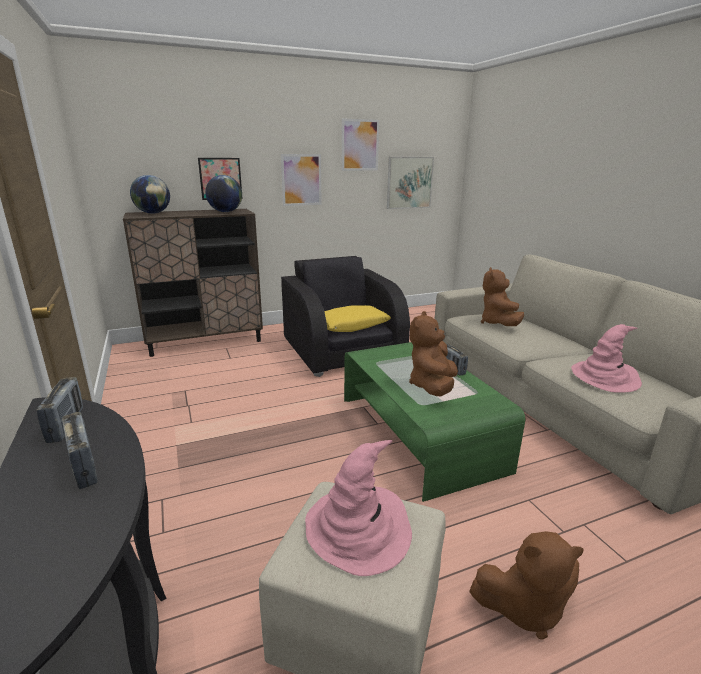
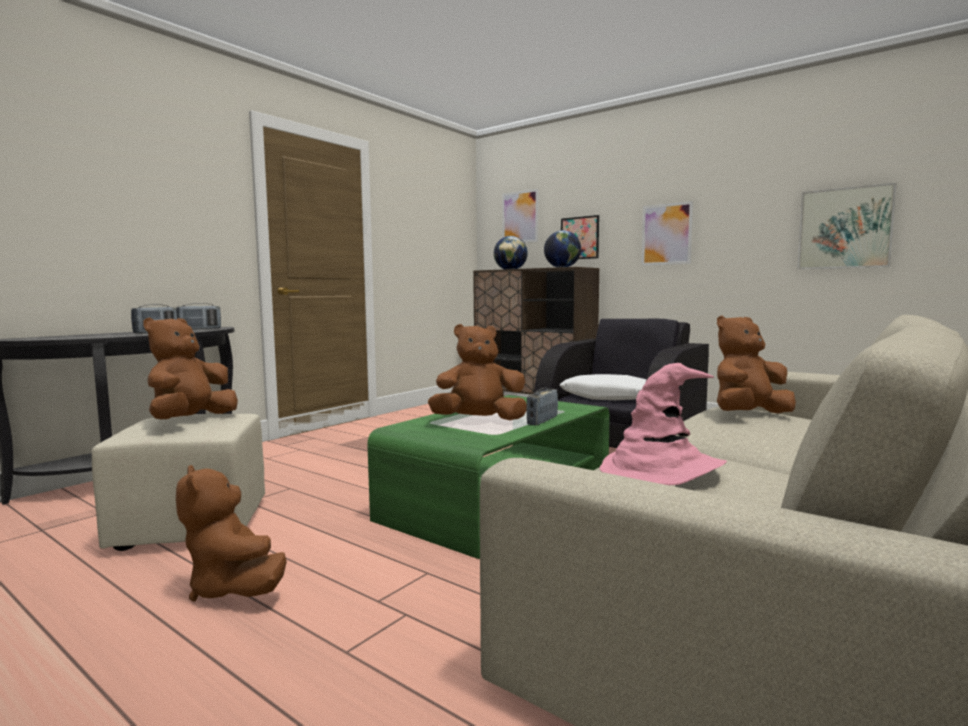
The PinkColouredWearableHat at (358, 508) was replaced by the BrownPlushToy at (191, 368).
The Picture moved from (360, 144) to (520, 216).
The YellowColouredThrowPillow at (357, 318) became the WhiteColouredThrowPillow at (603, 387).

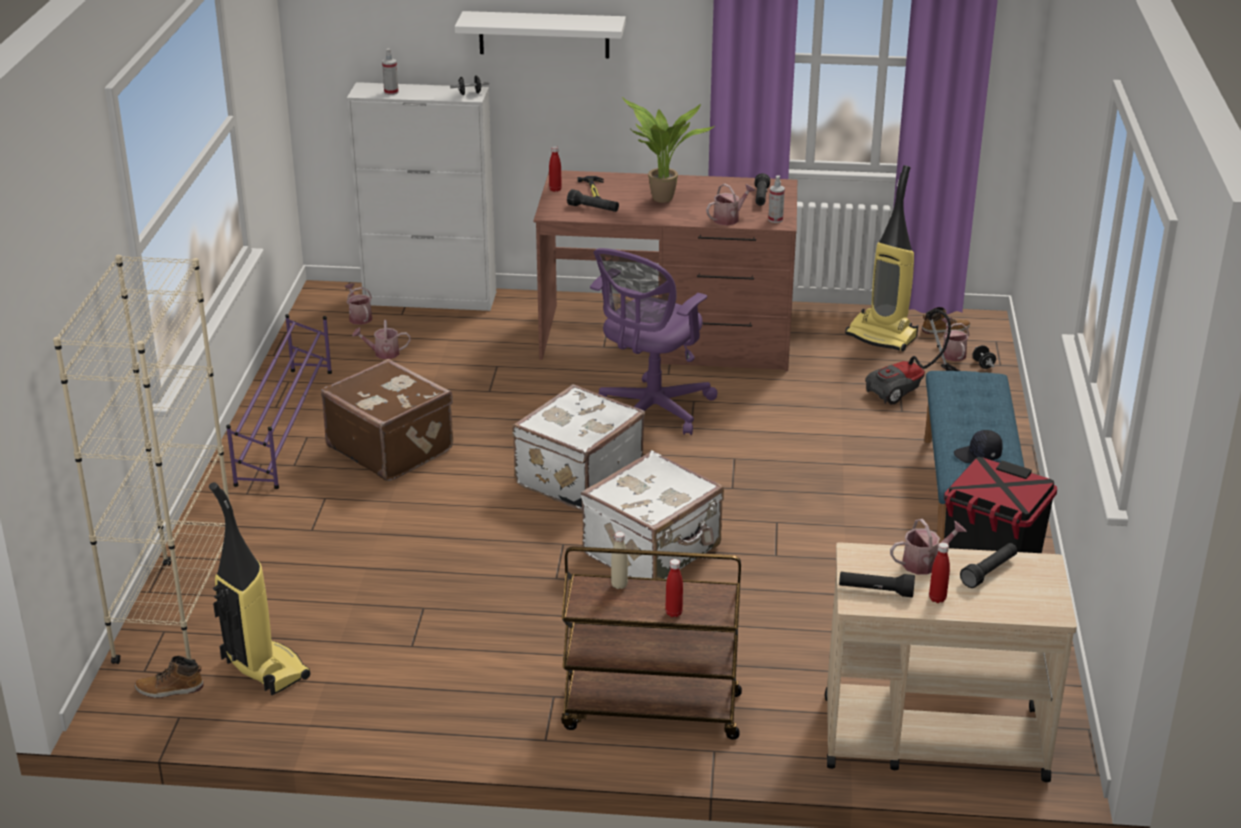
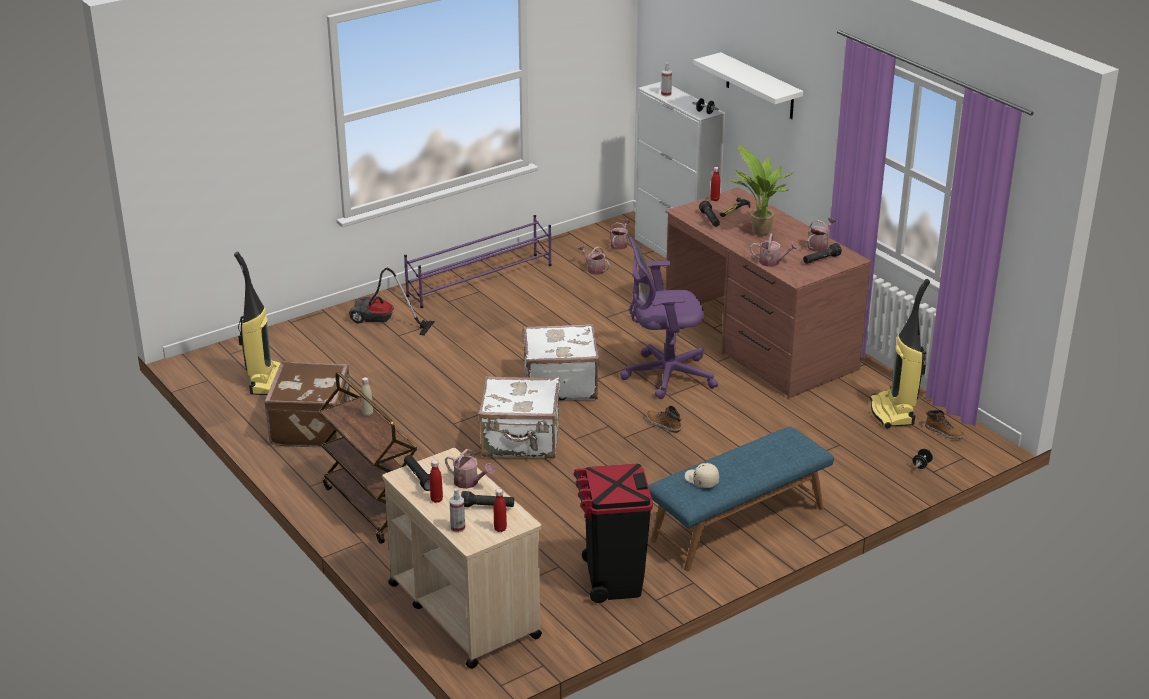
The BrownPieceOfLuggage moved from (387, 420) to (308, 404).
The VacuumCleaner moved from (912, 357) to (392, 302).
The SprayBottle moved from (776, 199) to (457, 510).
The RedDrinkBottle moved from (674, 588) to (500, 510).
The TallBoot moved from (169, 677) to (663, 419).
The BlackishBaseballCap at (978, 446) became the BeigeColouredBaseballCap at (702, 475).
The WateringCan moved from (955, 339) to (821, 235).
The BeigeColouredBookcase at (141, 459) disappeared.

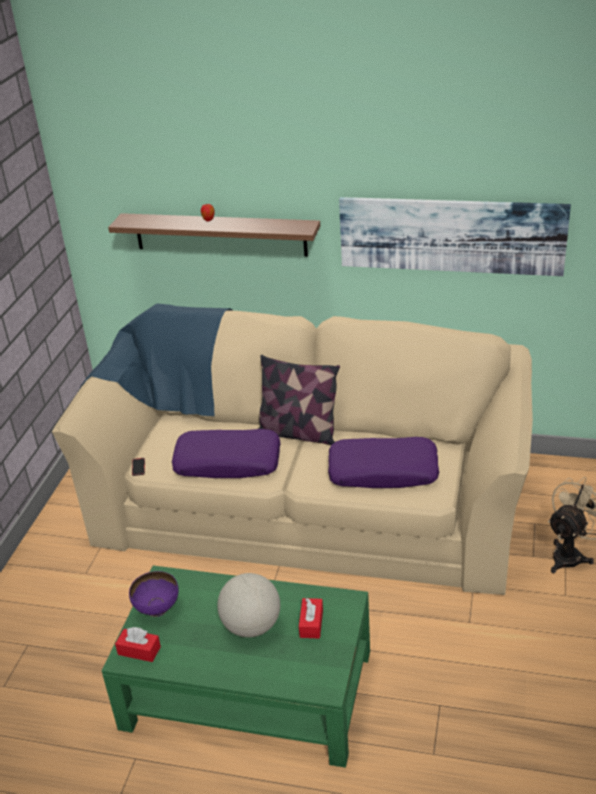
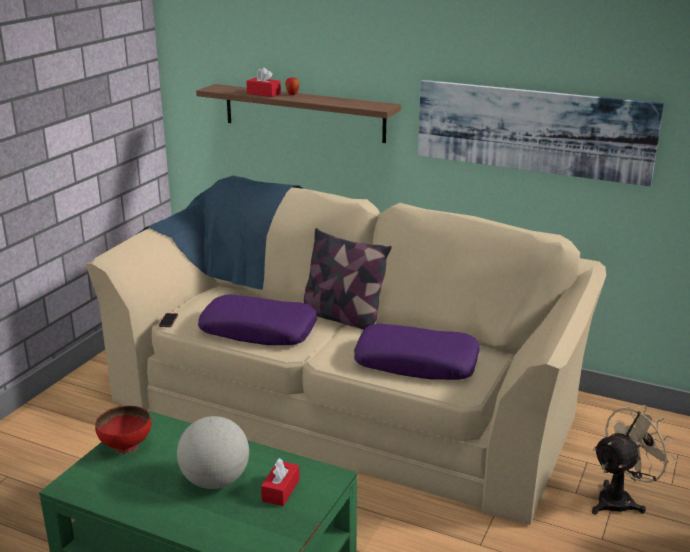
The PurpleBowl at (154, 594) became the RedBowl at (123, 430).
The RedBoxOfTissues moved from (138, 644) to (263, 82).

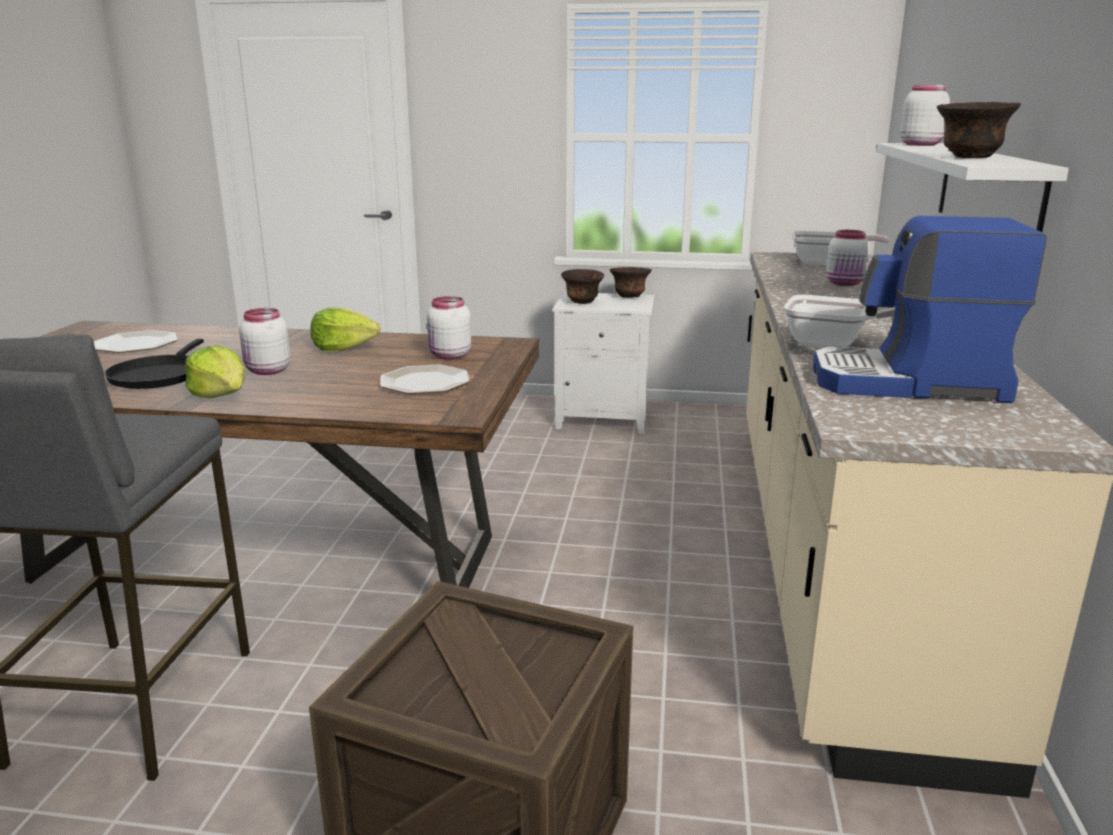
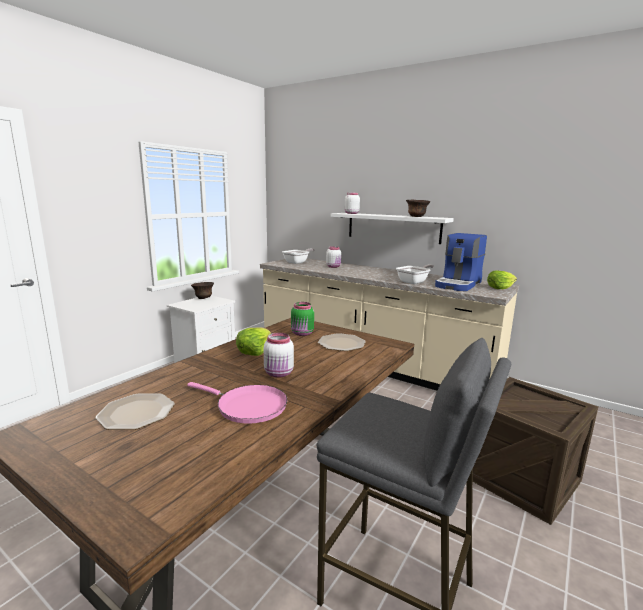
The BlackishFryingPan at (154, 364) became the PinkColouredFryingPan at (237, 403).
The WhiteColouredJar at (449, 328) became the GreenishJar at (302, 319).
The Lettuce moved from (215, 372) to (502, 279).
The BrownBowl at (582, 286) disappeared.

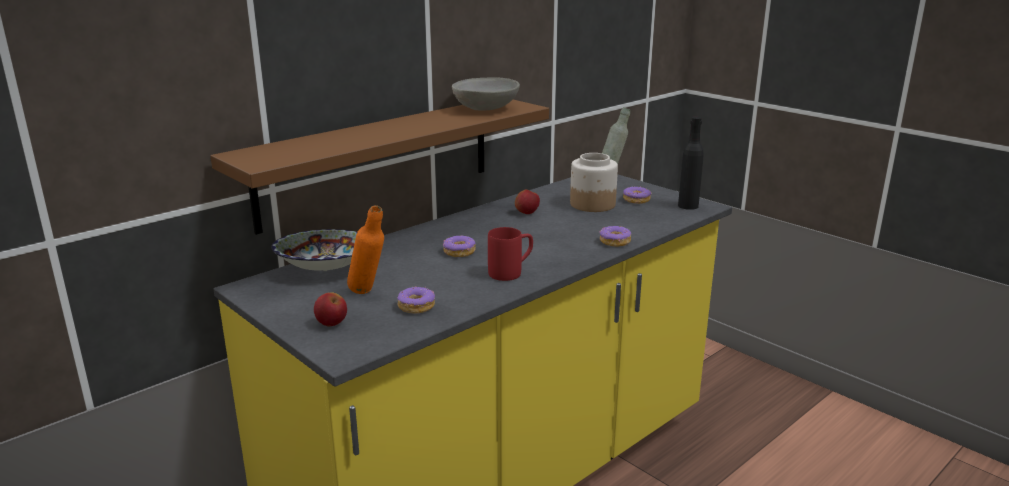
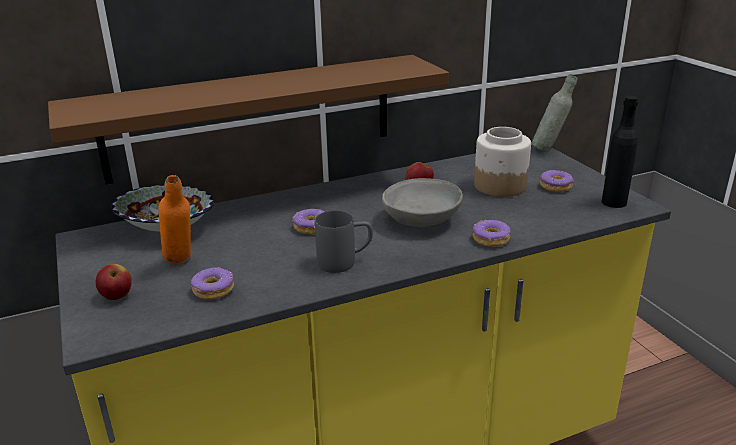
The RedCoffeeMug at (510, 254) became the GrayCoffeeMug at (344, 241).
The GrayBowl moved from (486, 94) to (422, 202).

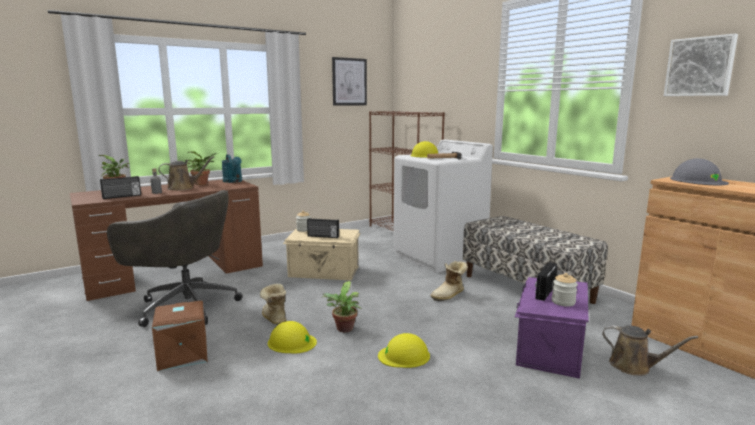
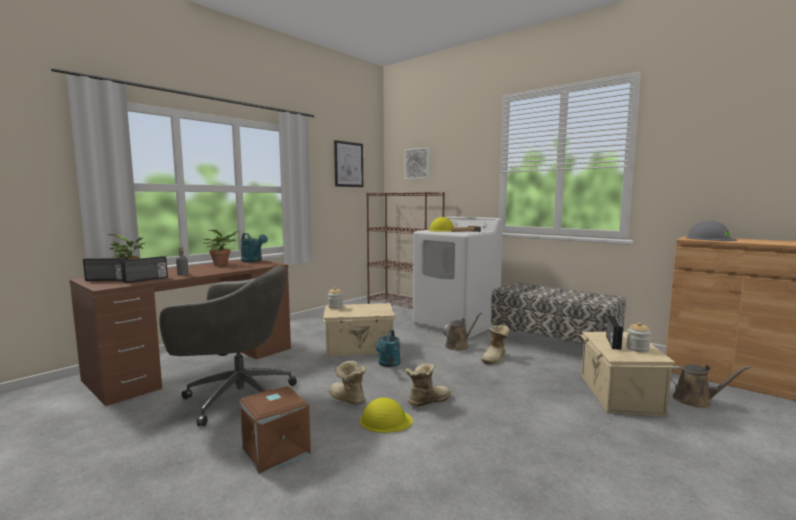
The Radio moved from (323, 228) to (105, 269).
The BlueGreenWateringCan at (387, 348) appeared.
The Picture moved from (701, 65) to (417, 163).
The PlantInAPot at (342, 306) was replaced by the TallBoot at (428, 385).
The BrownWateringCan moved from (186, 173) to (462, 331).
The PurpleStorageContainer at (552, 328) became the BeigeColouredStorageContainer at (627, 374).
The YellowColouredHardHat at (404, 350) disappeared.

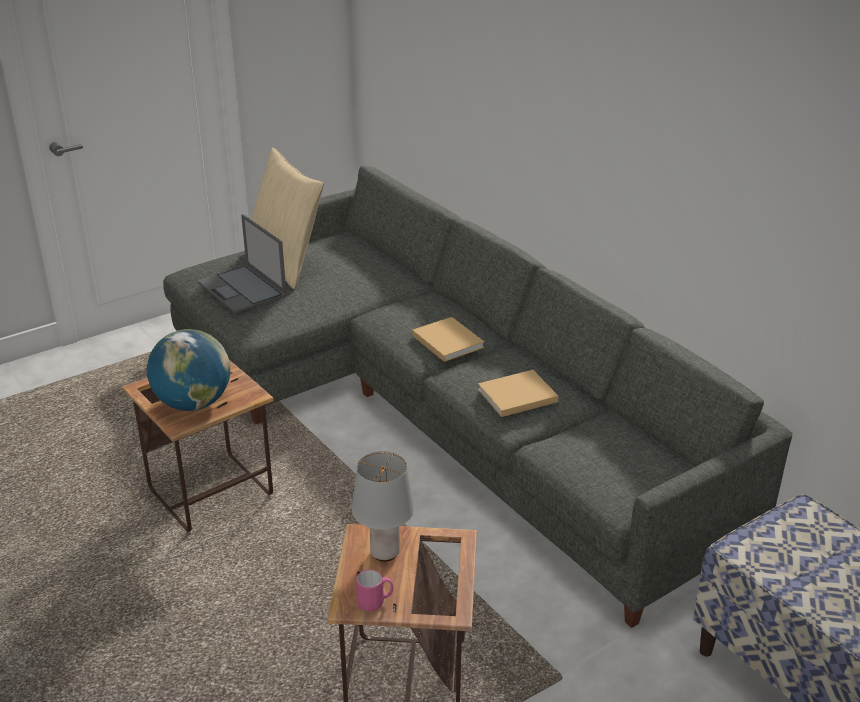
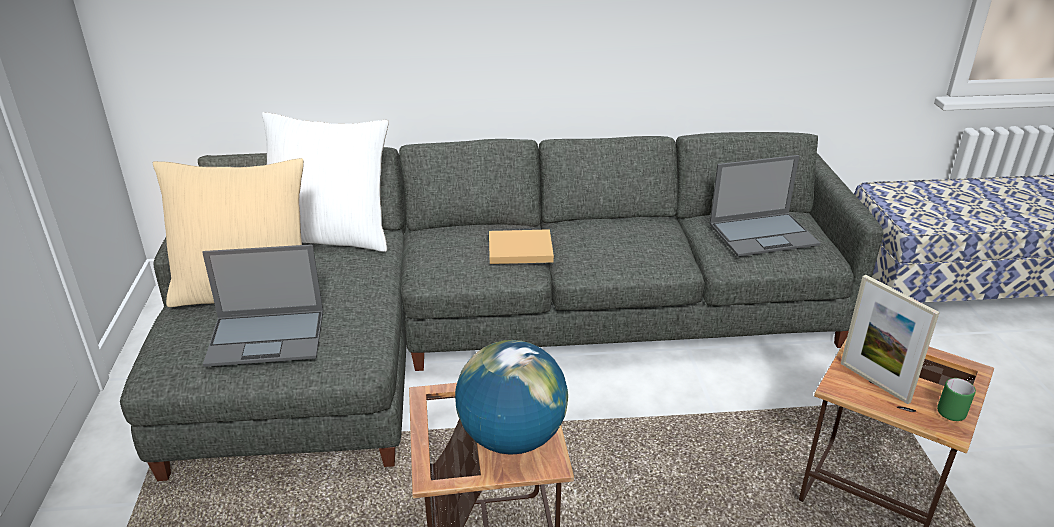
The WhiteColouredThrowPillow at (325, 182) appeared.
The NotebookComputer at (764, 206) appeared.
The GrayLampForATable at (383, 506) was replaced by the PictureFrame at (890, 339).
The PinkColouredCoffeeMug at (374, 591) became the GreenishCoffeeMug at (956, 399).
The BeigeColouredBook at (518, 393) disappeared.

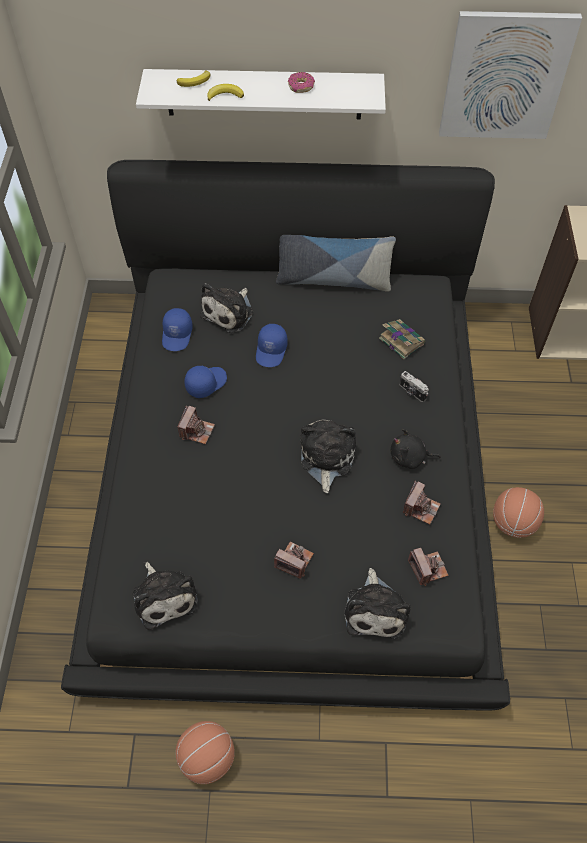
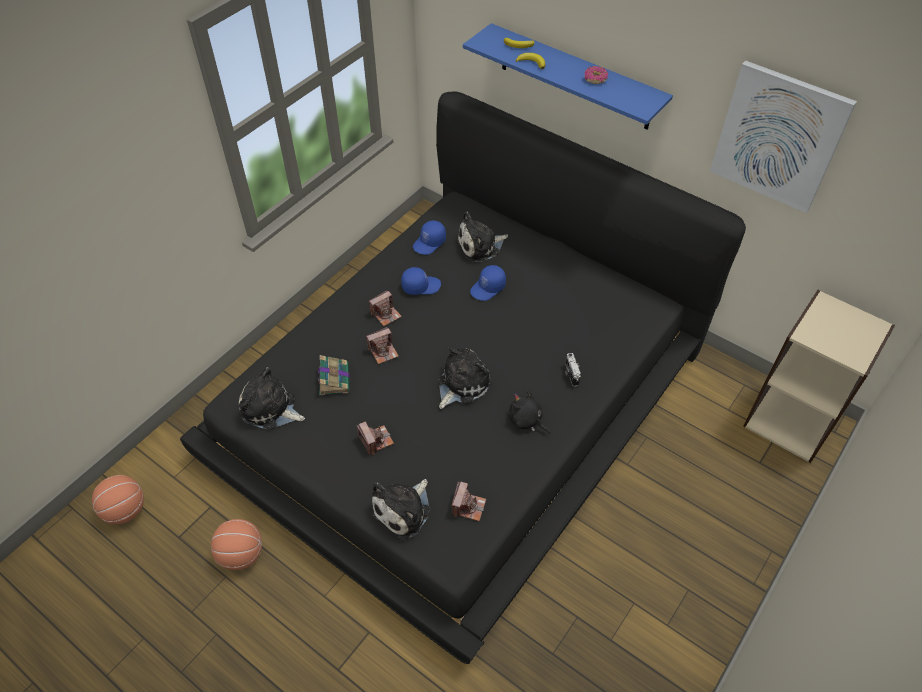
The Basketball moved from (518, 512) to (118, 499).
The PlushToy at (165, 596) turned 105 degrees clockwise.
The Book moved from (402, 339) to (334, 375).
The StillCamera moved from (422, 502) to (382, 345).
The WhiteColouredBracketShelf at (261, 94) became the BlueBracketShelf at (568, 76).
The ThrowPillow at (336, 263) disappeared.

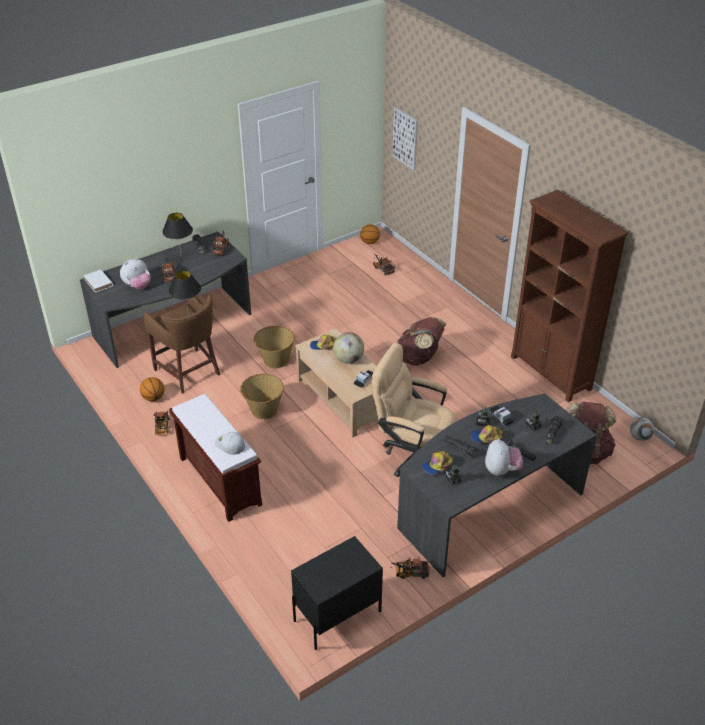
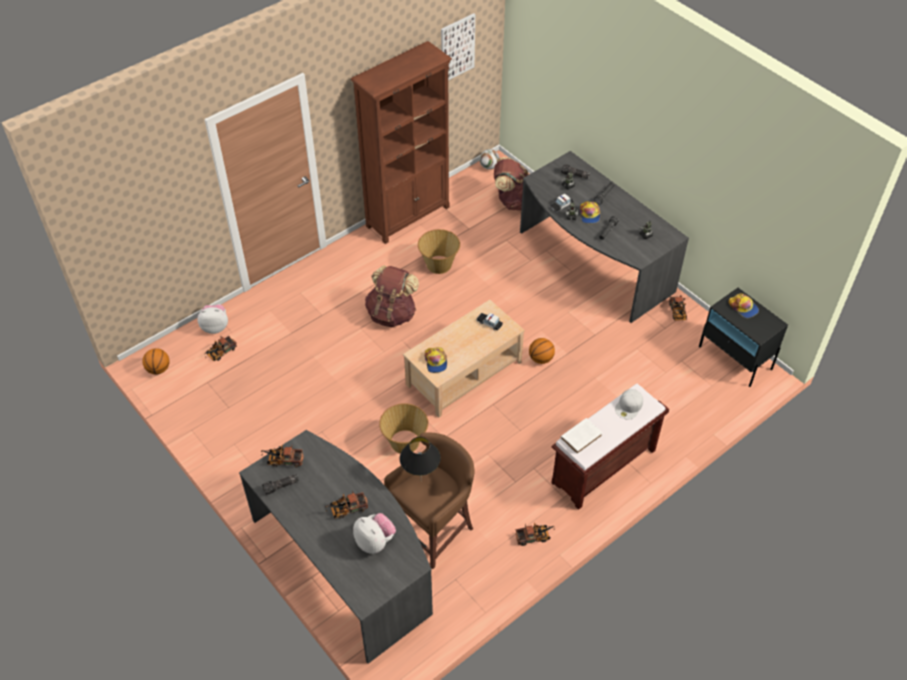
The PlushToy moved from (504, 457) to (212, 319).
The StorageBasket moved from (262, 396) to (439, 251).
The Picture moved from (405, 139) to (458, 46).
The Basketball moved from (152, 389) to (542, 351).
The WhiteColouredBook moved from (98, 281) to (581, 436).
The BaseballCap moved from (437, 463) to (744, 305).
The BlackishLampForATable at (177, 233) disappeared.
The WorldGlobe at (348, 348) disappeared.
The BeigeColouredComputerChair at (413, 410) disappeared.

